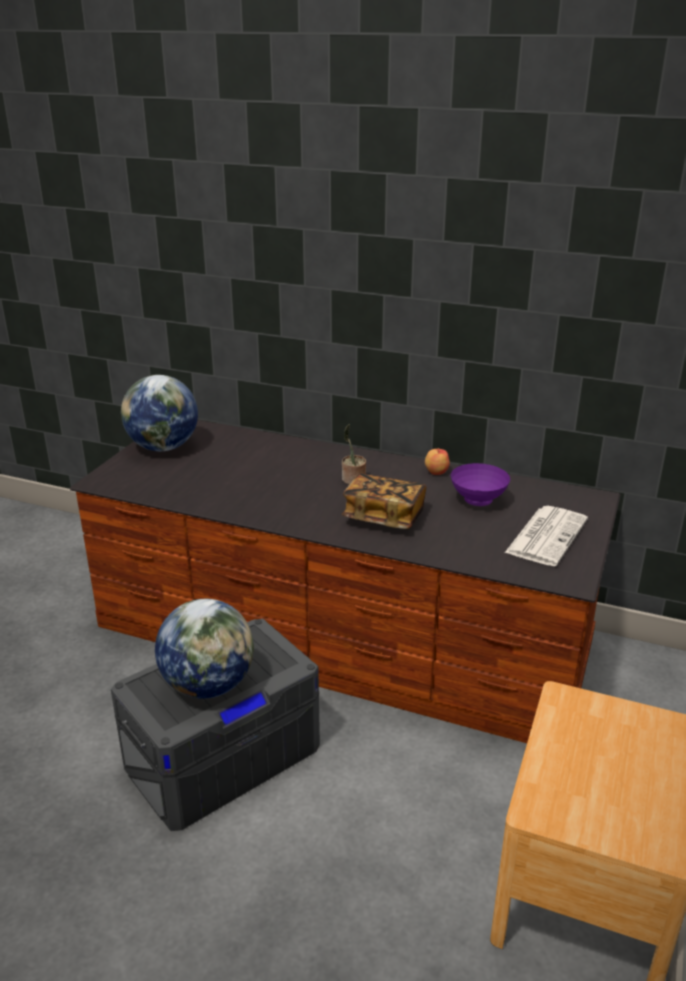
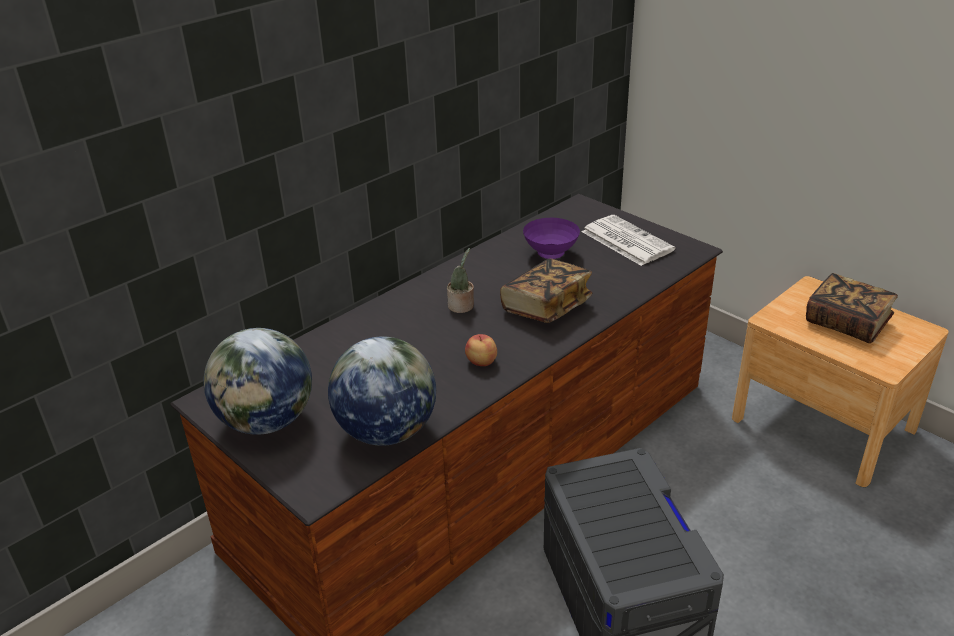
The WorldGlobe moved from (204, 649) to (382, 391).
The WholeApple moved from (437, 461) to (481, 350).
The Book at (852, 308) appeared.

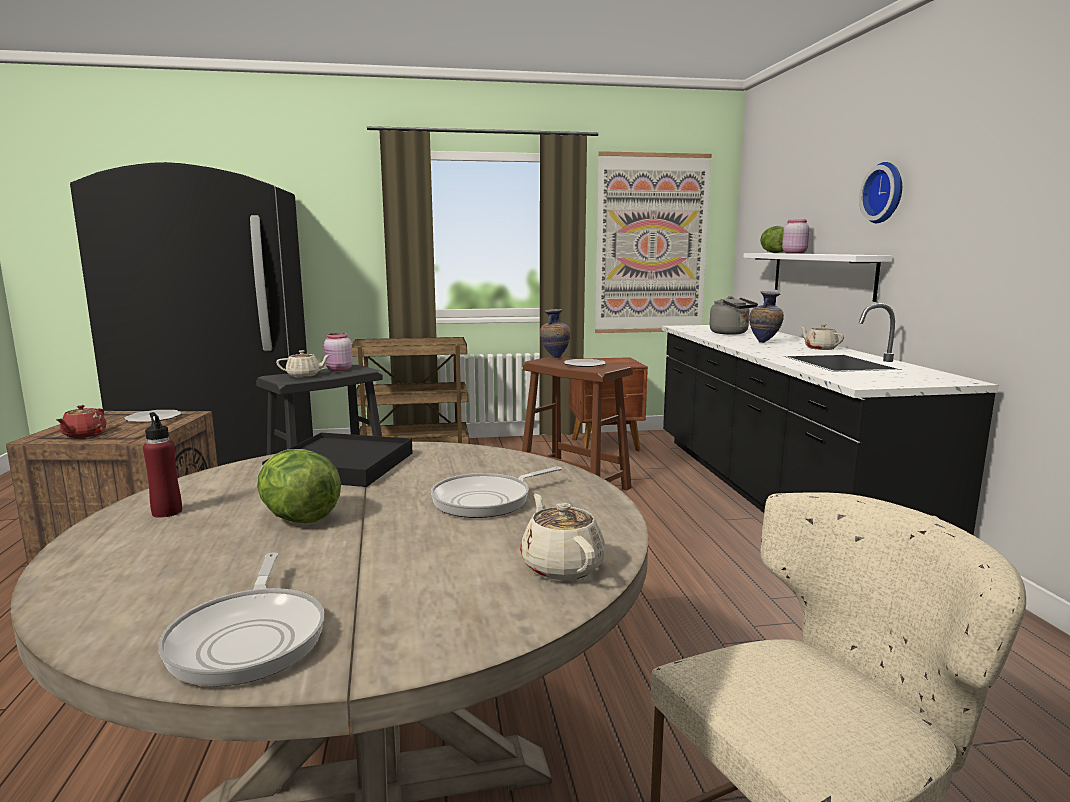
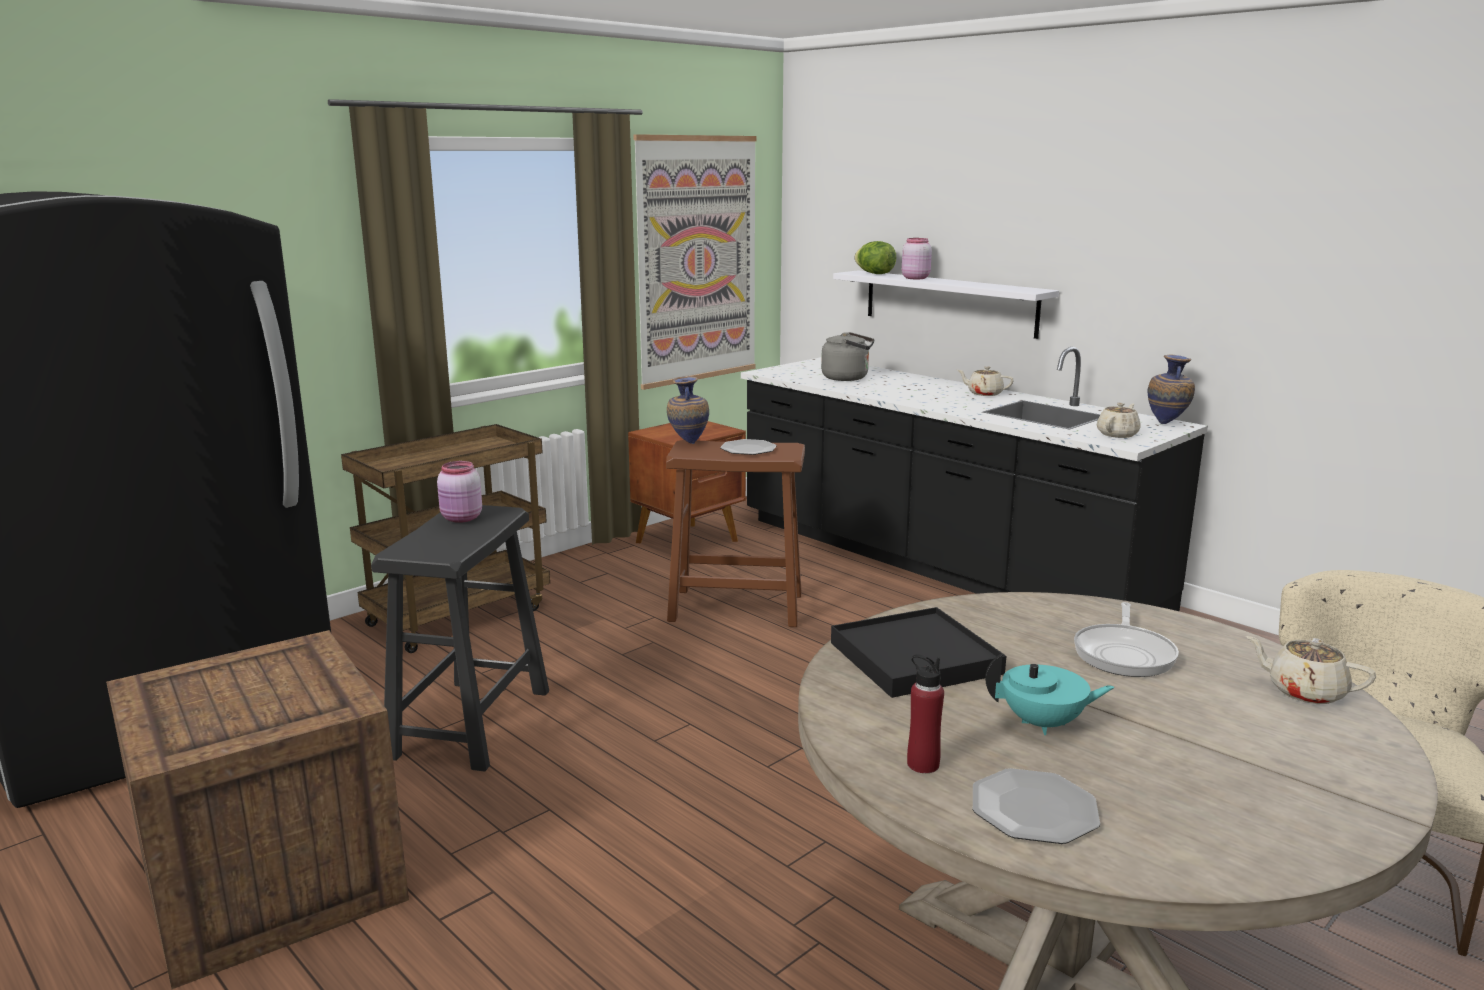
The DinnerPlate moved from (153, 416) to (1036, 806).
The Lettuce at (299, 486) was replaced by the BlueGreenTeaPot at (1050, 694).
The BeigeColouredTeaPot moved from (303, 363) to (1119, 420).
The FlowerVase moved from (766, 317) to (1171, 389).
The RedTeaPot at (81, 421) disappeared.
The FryingPan at (241, 619) disappeared.
The ClockOnTheWall at (880, 192) disappeared.

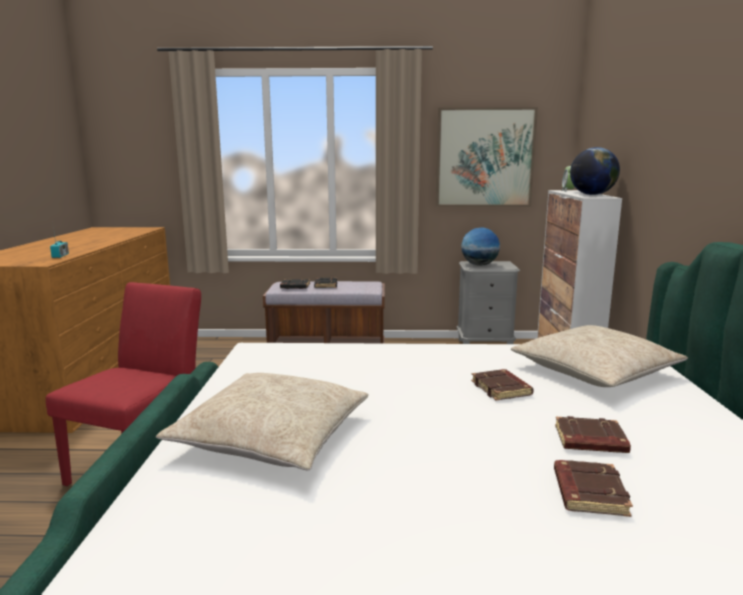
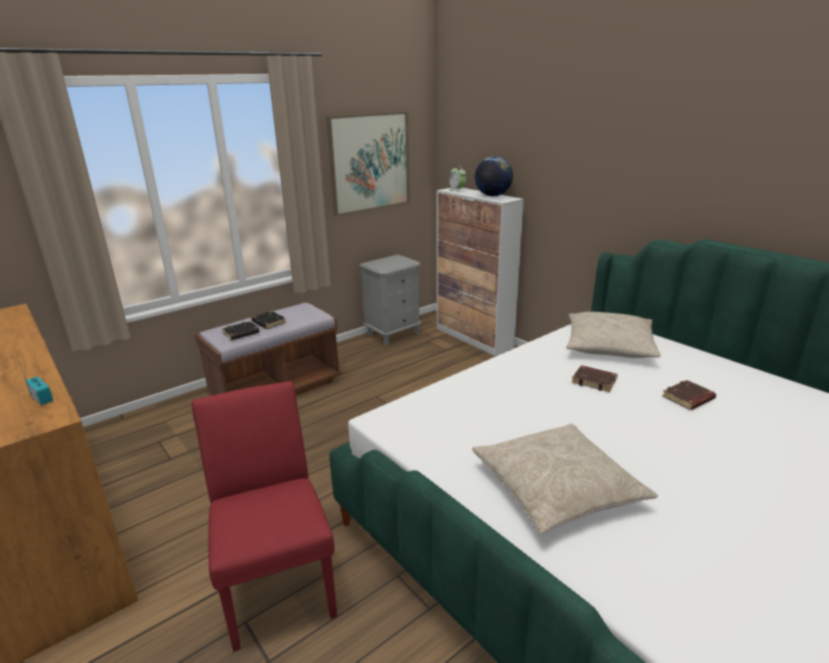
The WorldGlobe at (480, 247) disappeared.
The BrownBook at (593, 488) disappeared.

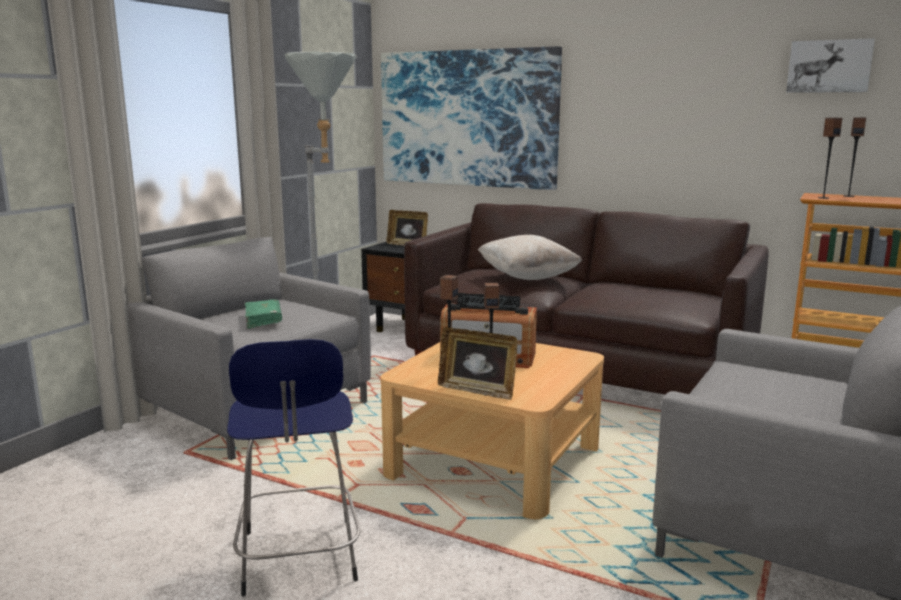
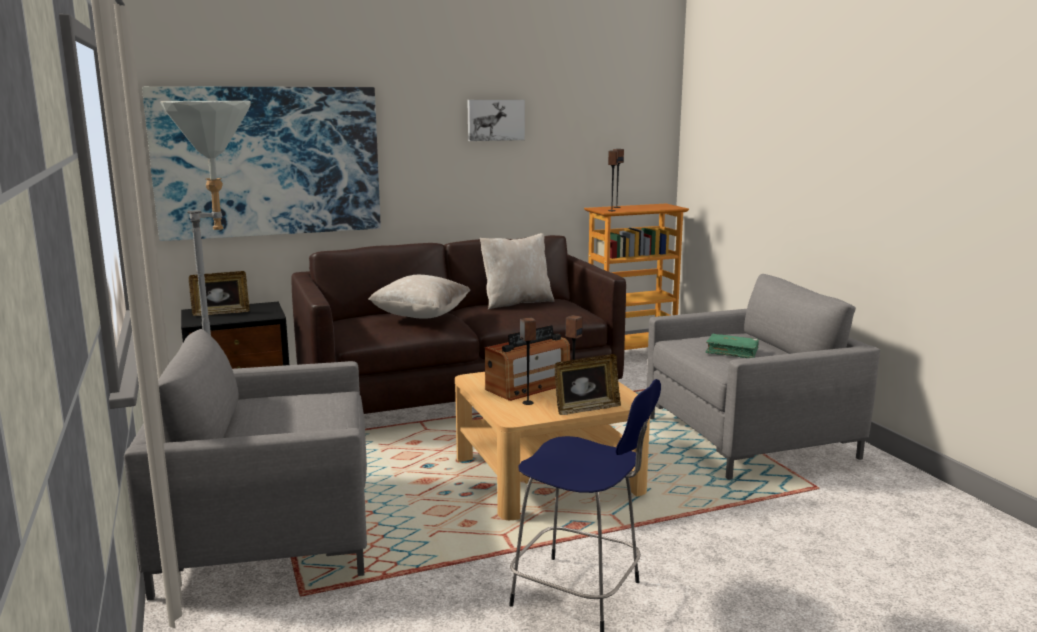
The Picture moved from (830, 65) to (496, 120).
The BeigeColouredThrowPillow at (517, 271) appeared.
The GreenishBook moved from (263, 314) to (732, 346).

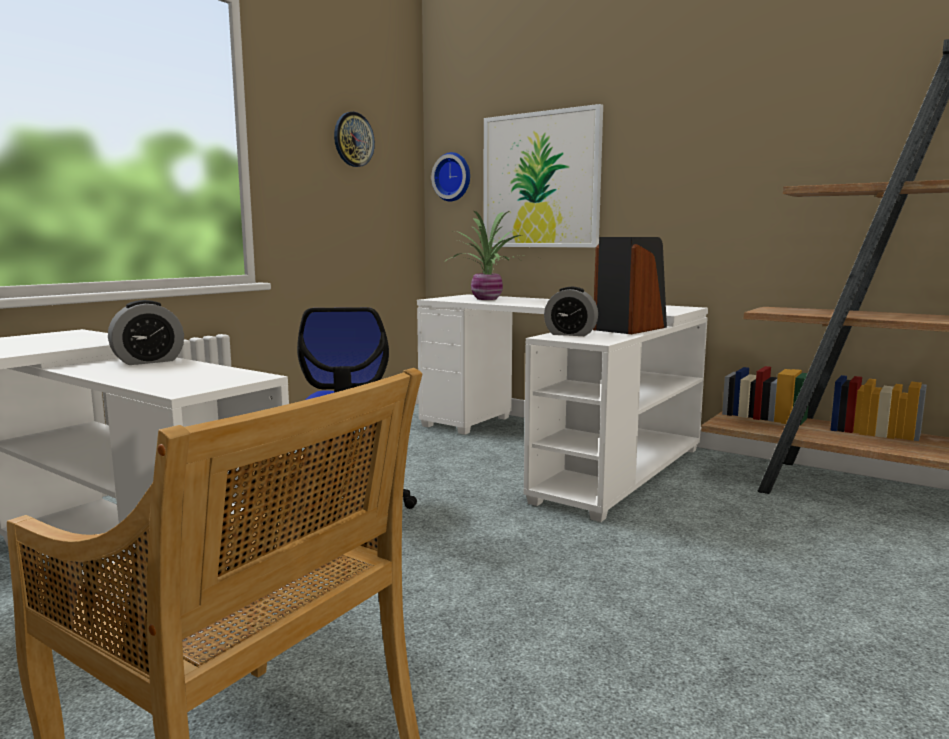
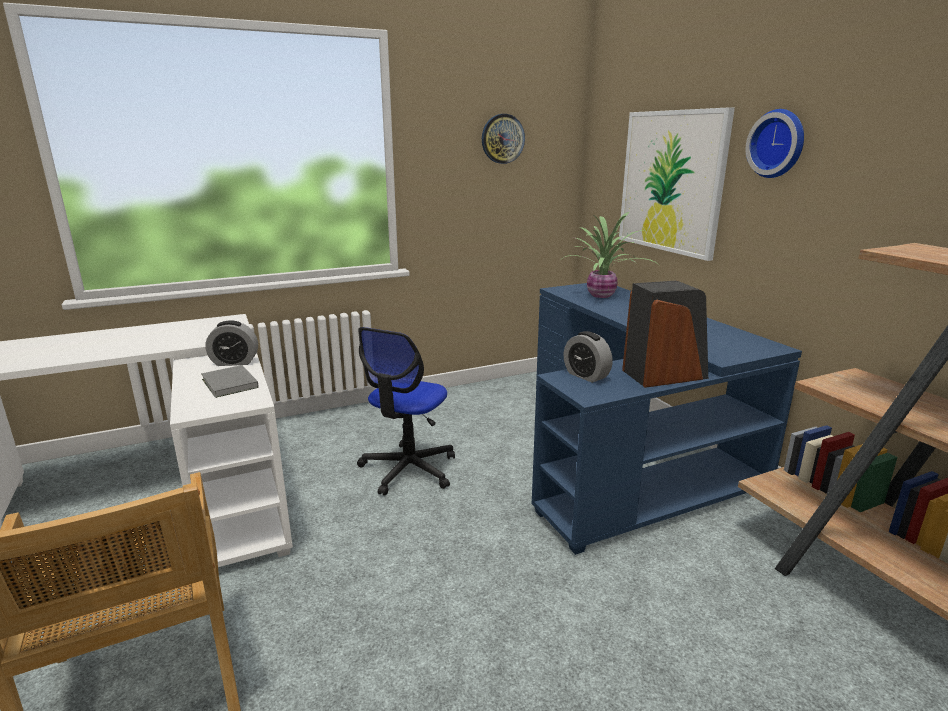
The GrayBook at (230, 381) appeared.
The WhiteColouredDesk at (562, 408) became the BlueDesk at (667, 419).
The ClockOnTheWall moved from (450, 176) to (775, 143).

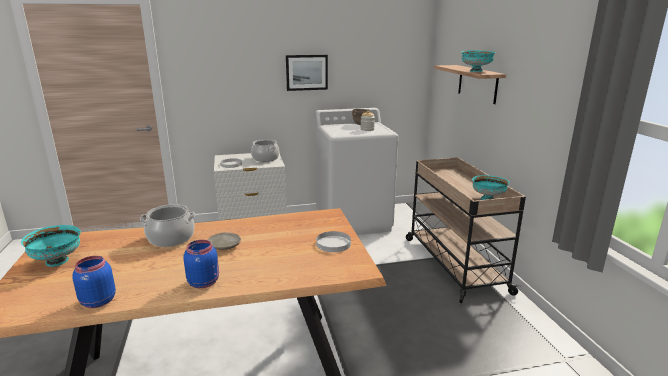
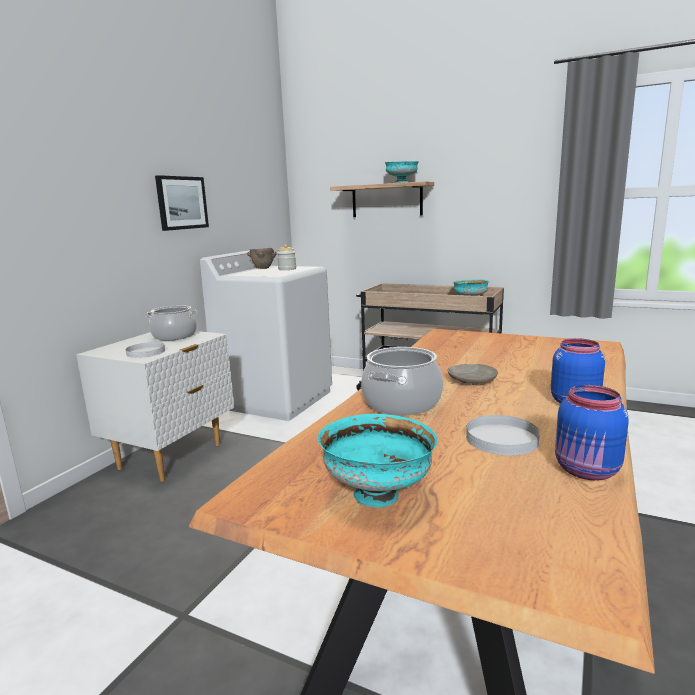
The WhiteColouredDinnerPlate moved from (333, 241) to (503, 435).

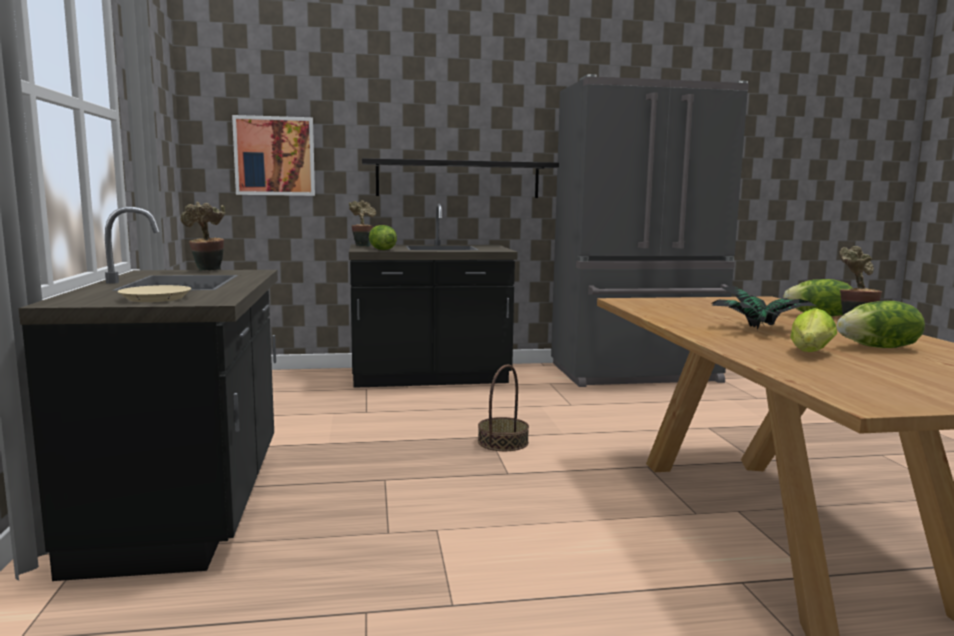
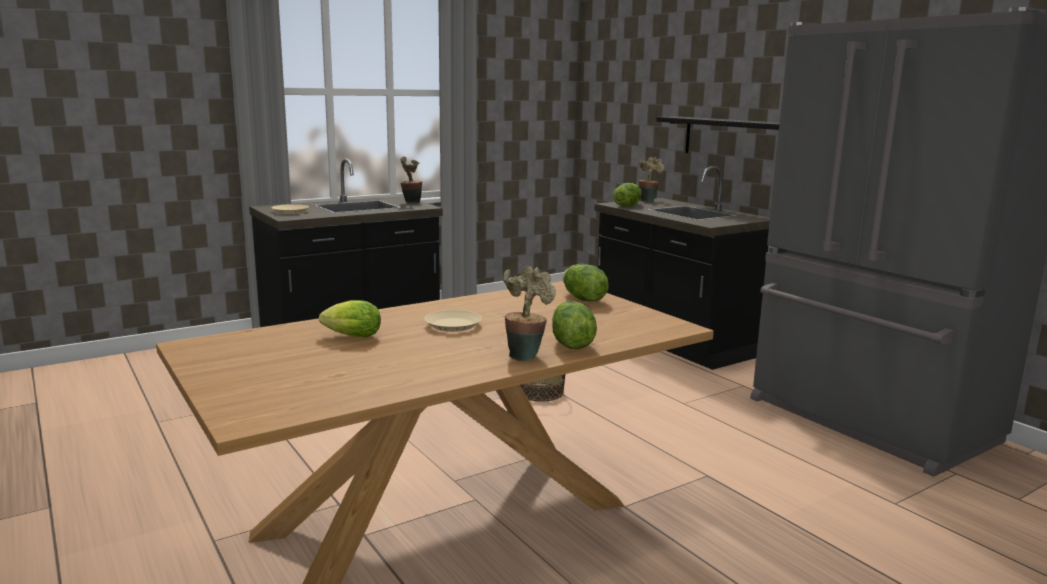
The PlantInAPot at (763, 308) was replaced by the BeigeColouredDinnerPlate at (453, 321).
The Lettuce moved from (881, 324) to (586, 283).
The Picture at (273, 155) disappeared.

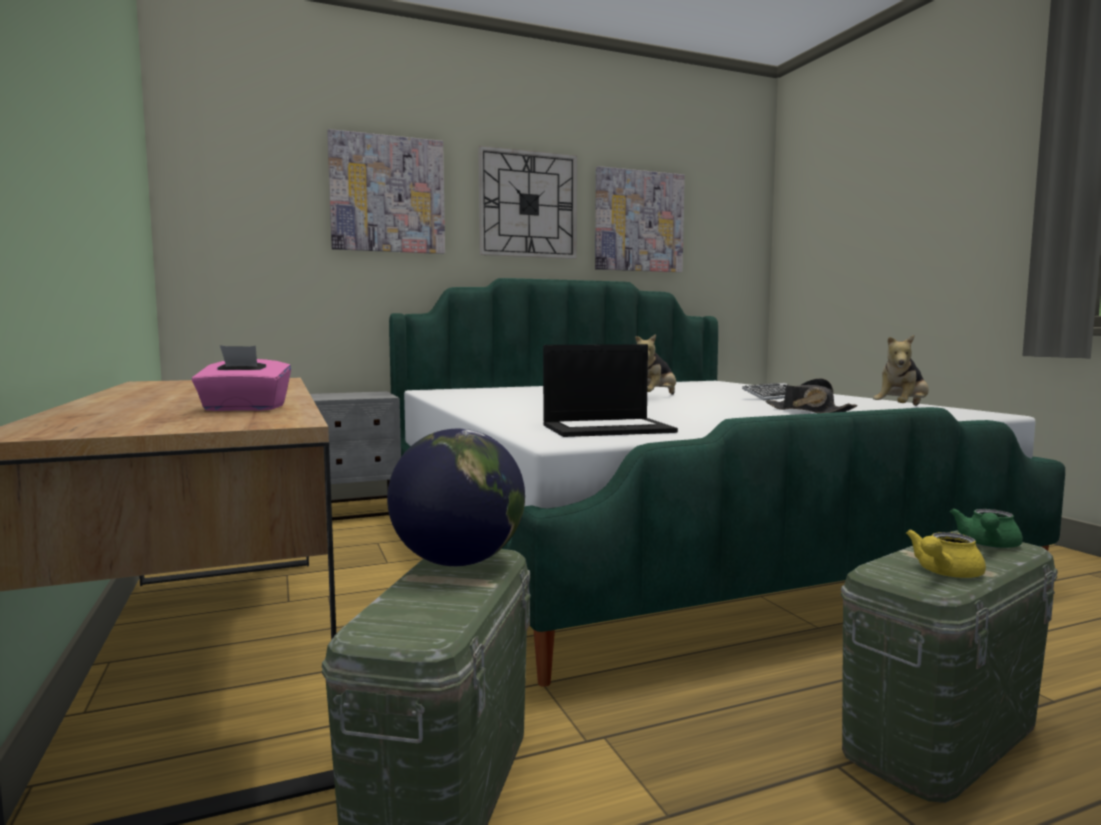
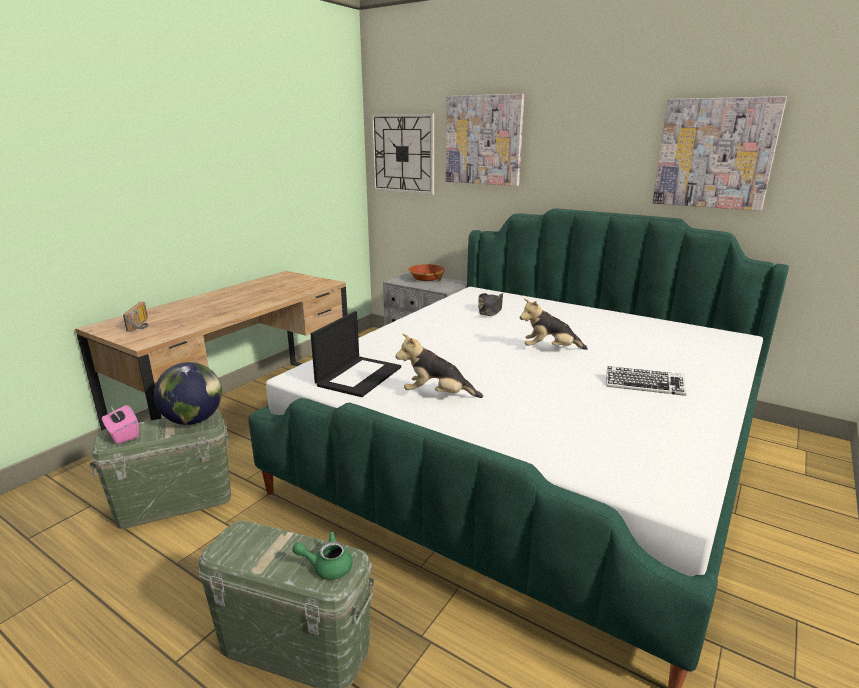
The PinkColouredBoxOfTissues moved from (241, 378) to (120, 424).
The Radio at (135, 317) appeared.
The NotebookComputer at (610, 390) turned 105 degrees counterclockwise.
The ClockOnTheWall moved from (527, 202) to (402, 154).
The PlushToy moved from (901, 370) to (439, 366).
The Bowl at (426, 273) appeared.
The BlackishWearableHat moved from (811, 395) to (490, 304).
The YellowColouredTeaPot at (946, 554) disappeared.

